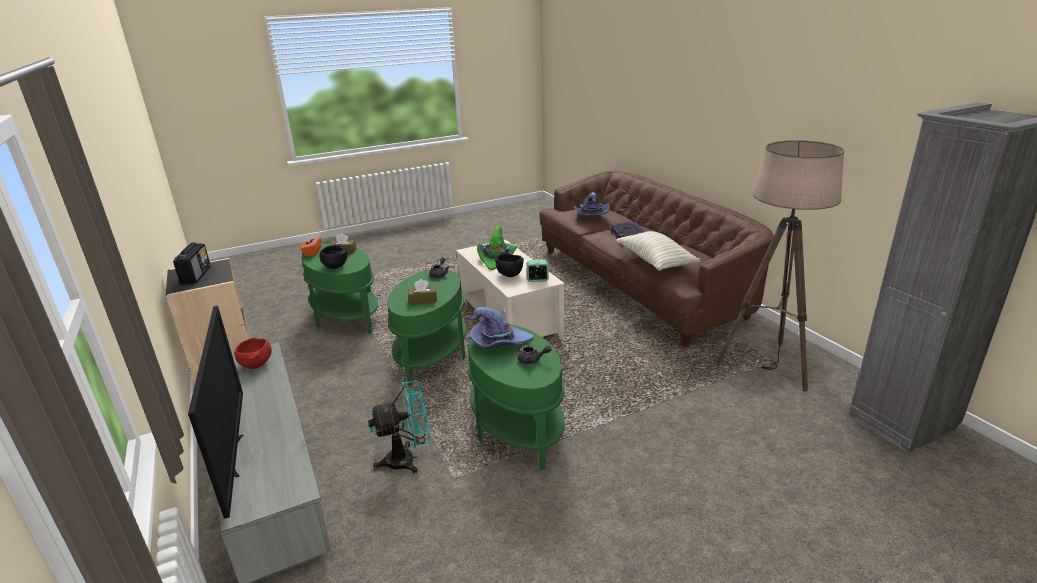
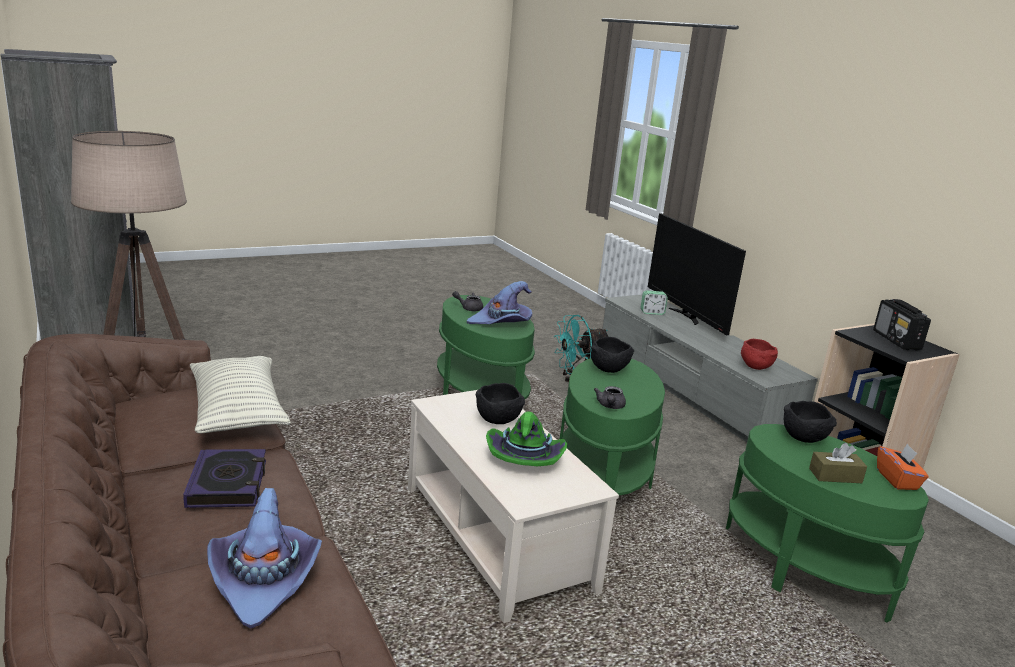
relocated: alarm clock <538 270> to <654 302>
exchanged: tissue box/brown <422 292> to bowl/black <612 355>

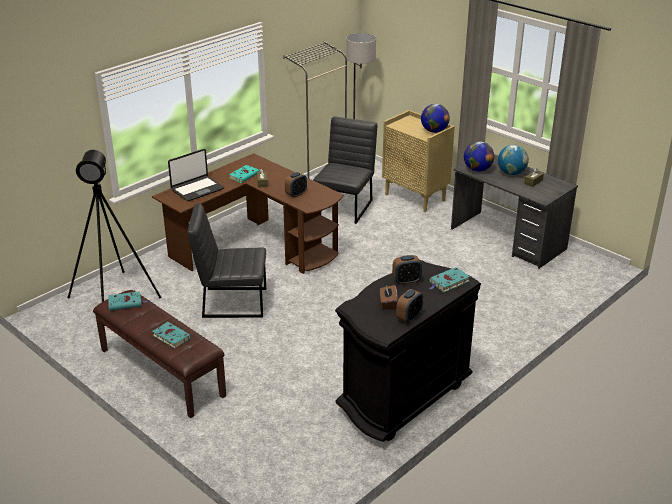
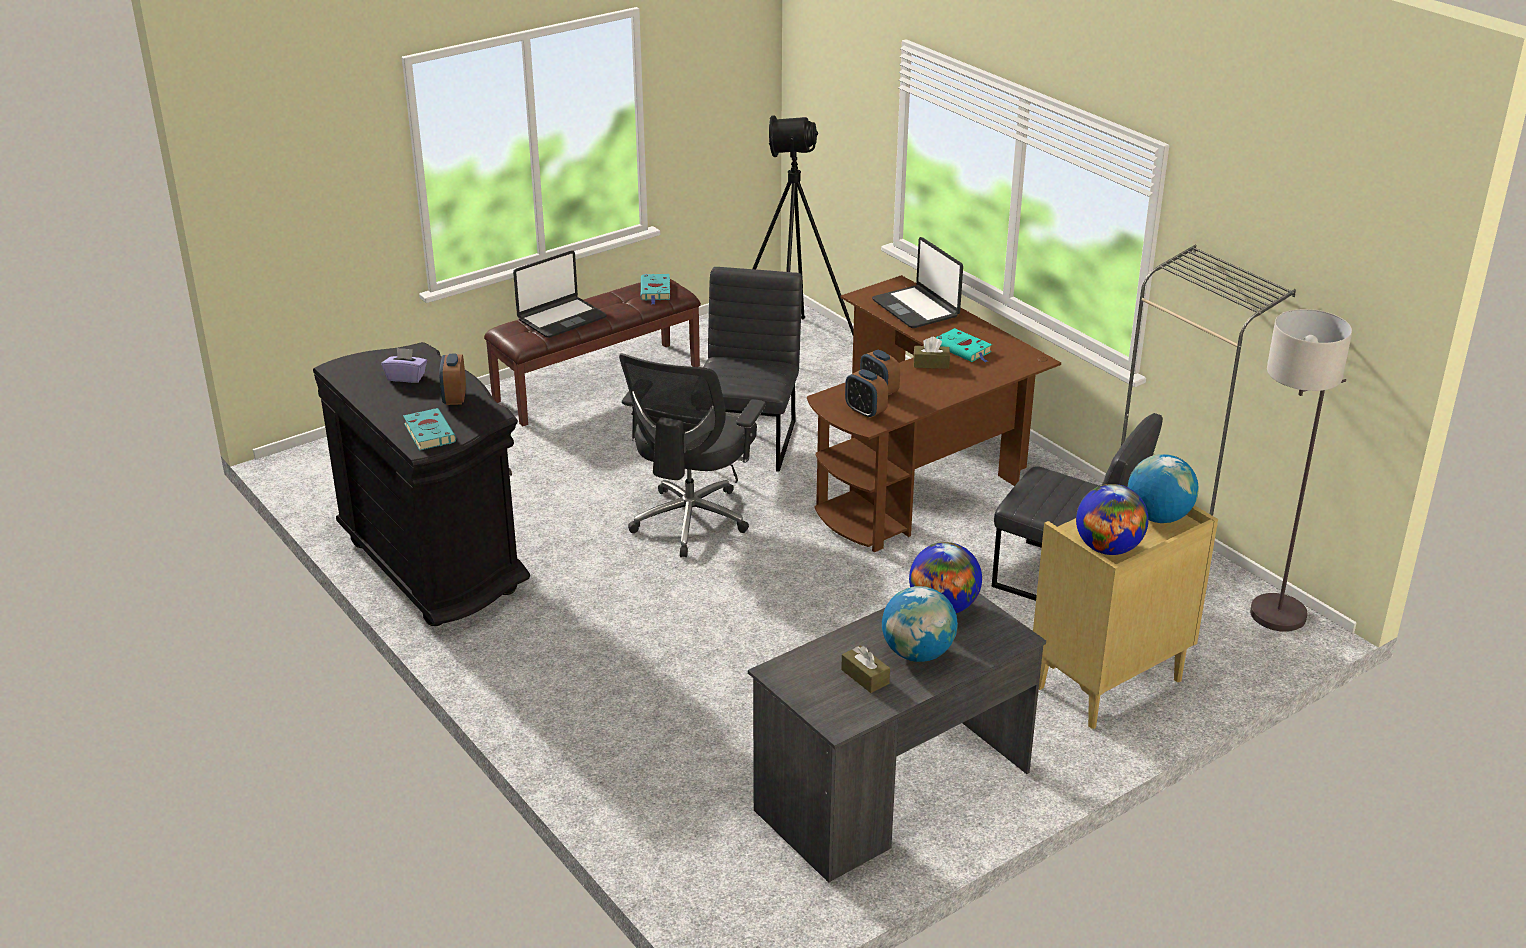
appeared: office chair <692 455>; globe <1163 488>
relocated: alarm clock <409 306> to <866 394>
exchanged: book/turquoise <171 335> to laptop <560 294>
colour: tissue box/brown <389 297> to tissue box/purple <404 365>

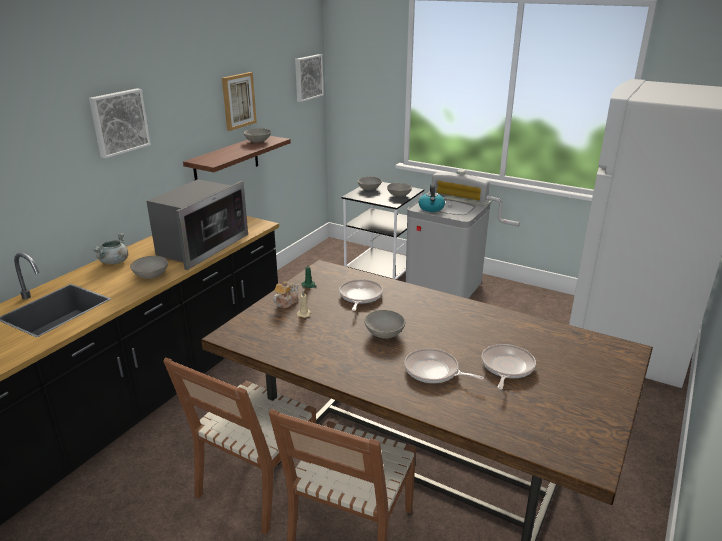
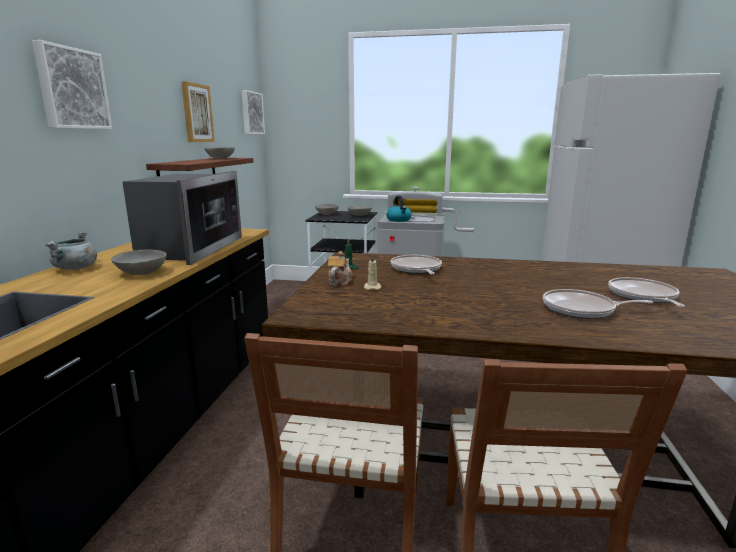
missing: bowl/grey <384 324>

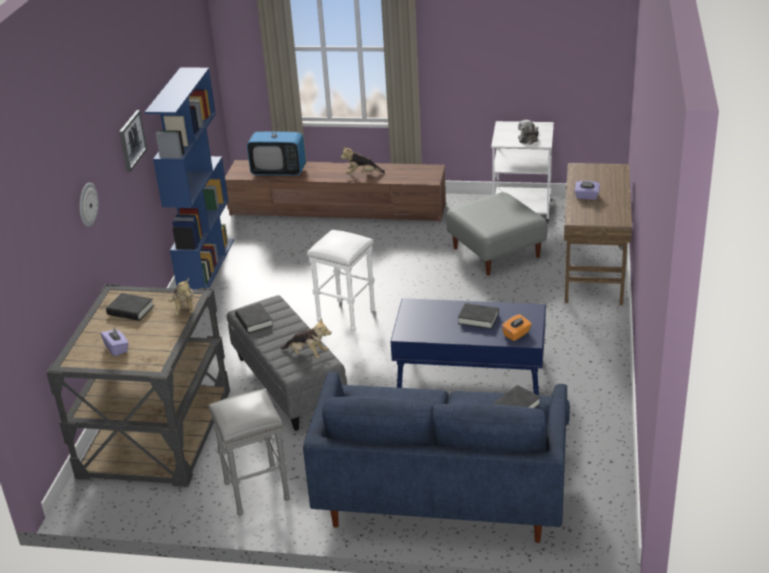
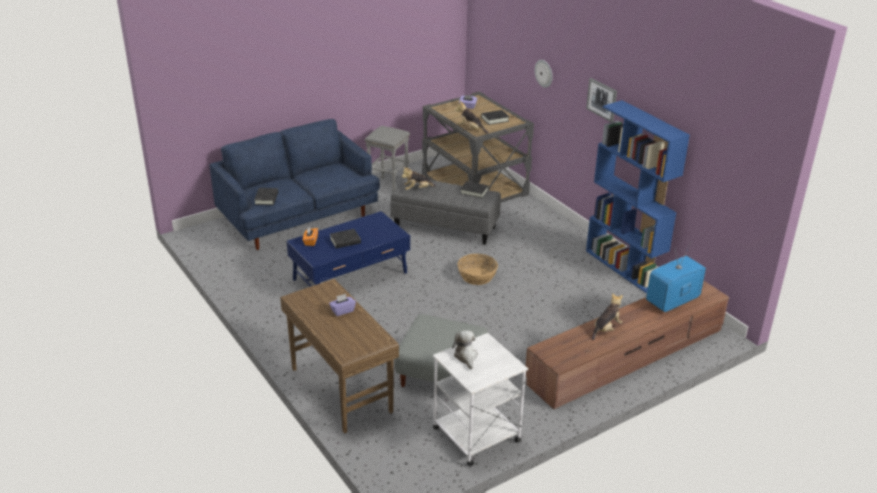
exchanged: stool/white <341 281> to basket <478 269>

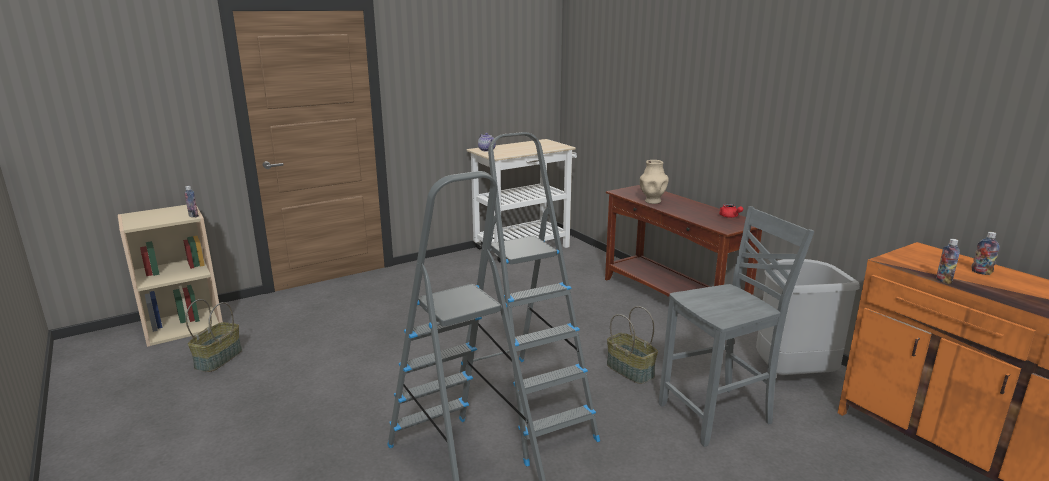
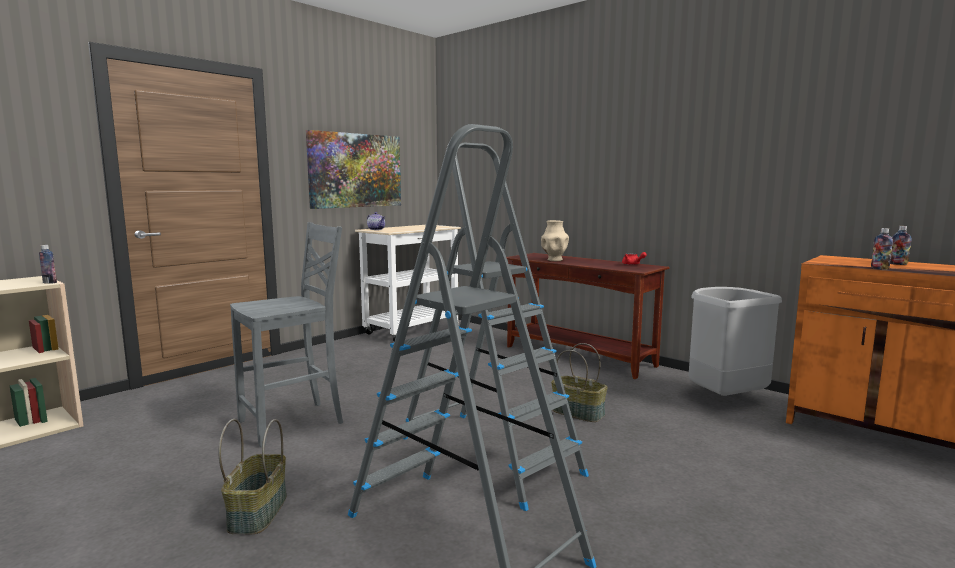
appeared: picture <353 169>
relocated: basket <213 335> to <253 476>; chair/grey <736 326> to <286 334>

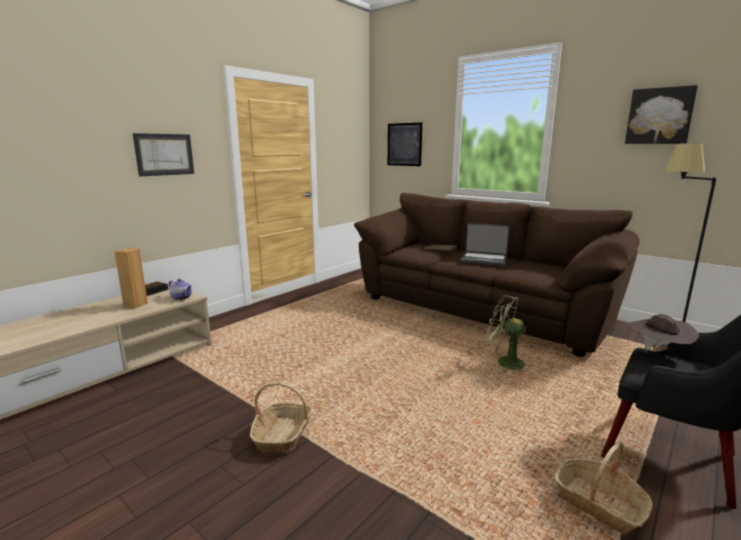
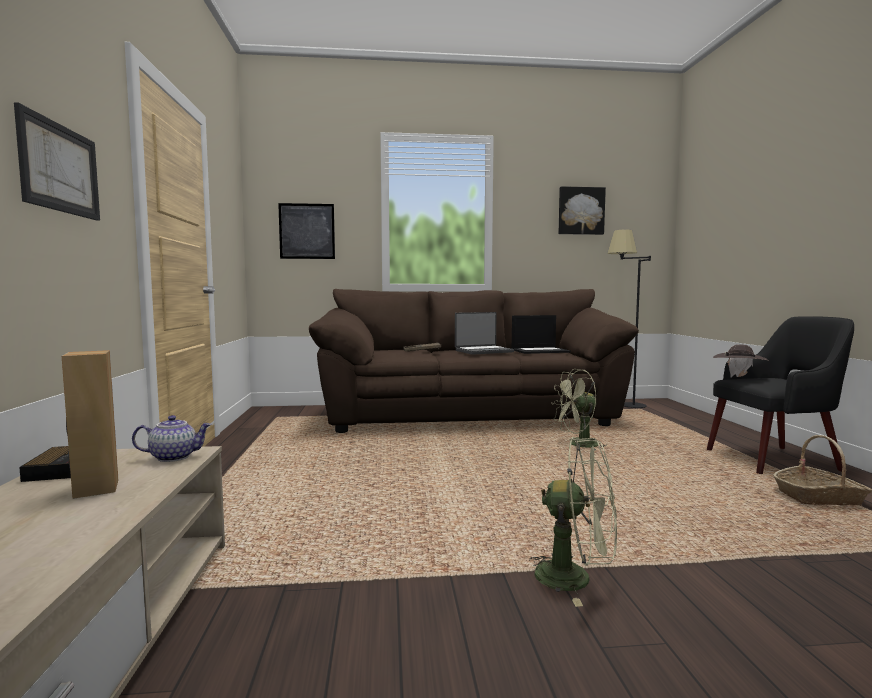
appeared: laptop <541 334>
exchanged: basket <281 418> to fan/green <573 522>

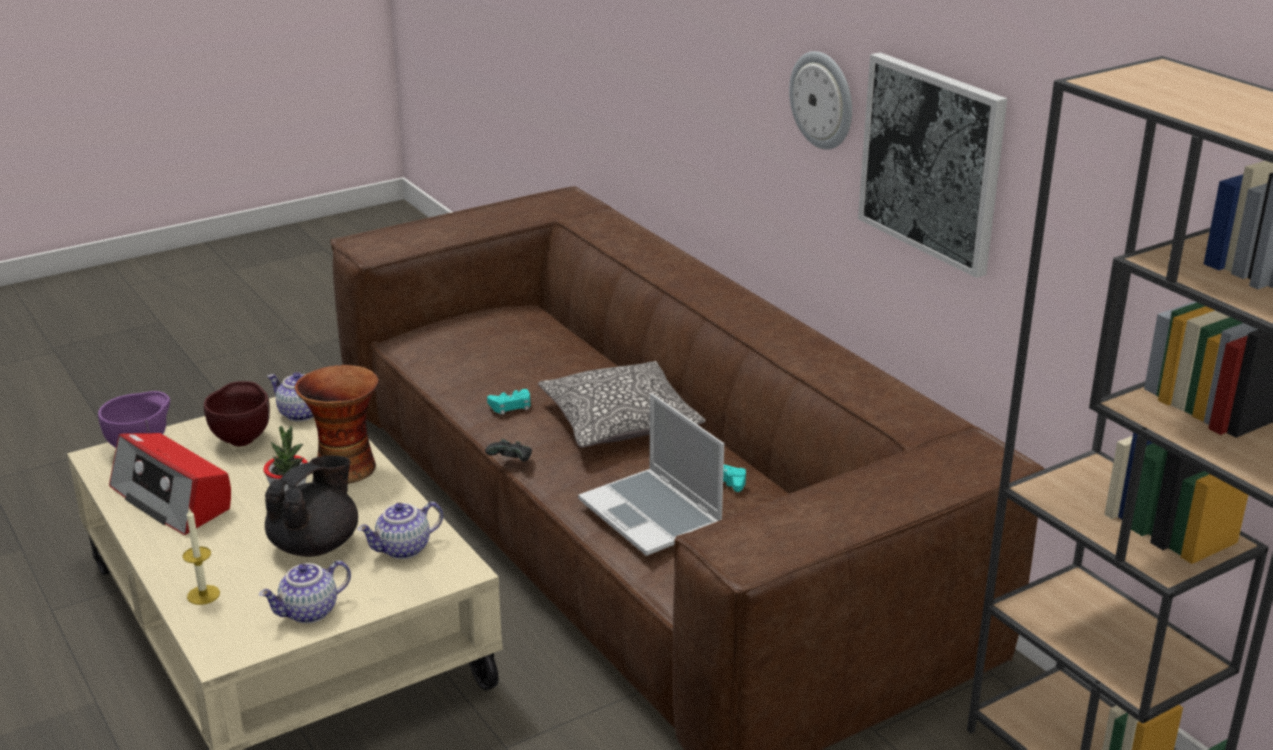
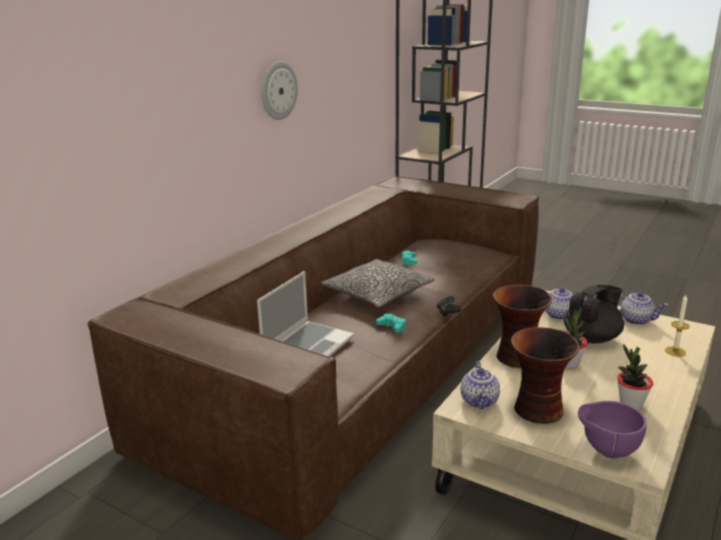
missing: picture <932 165>
relocated: laptop <651 474> to <305 313>
exchanged: radio <170 484> to potted plant <635 377>; bowl/brown <237 413> to vase <545 375>
spun: teapot/black <311 506> = <594 314> 135 degrees clockwise

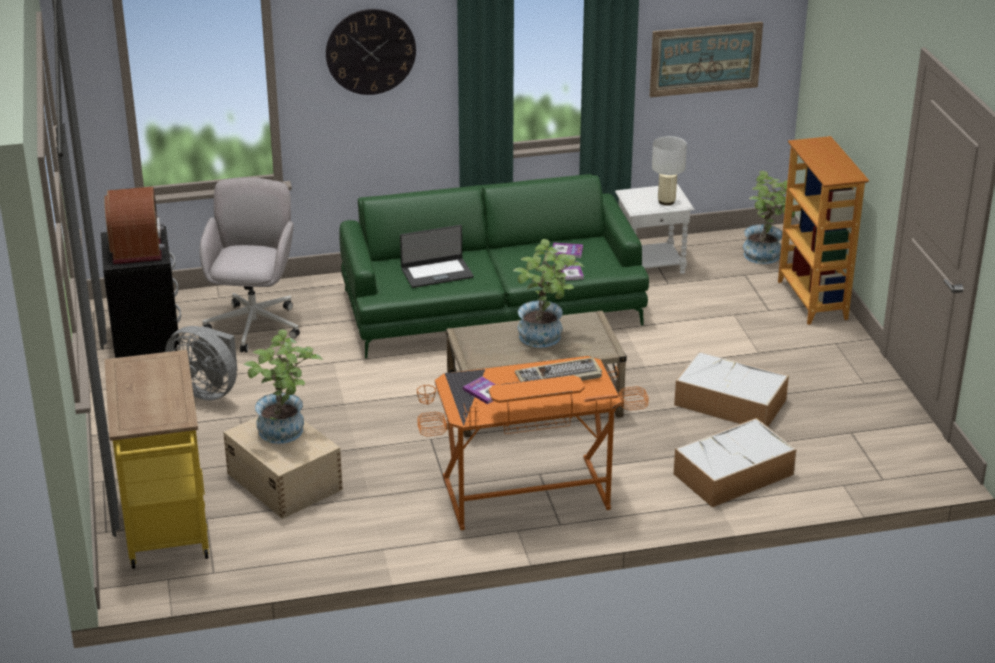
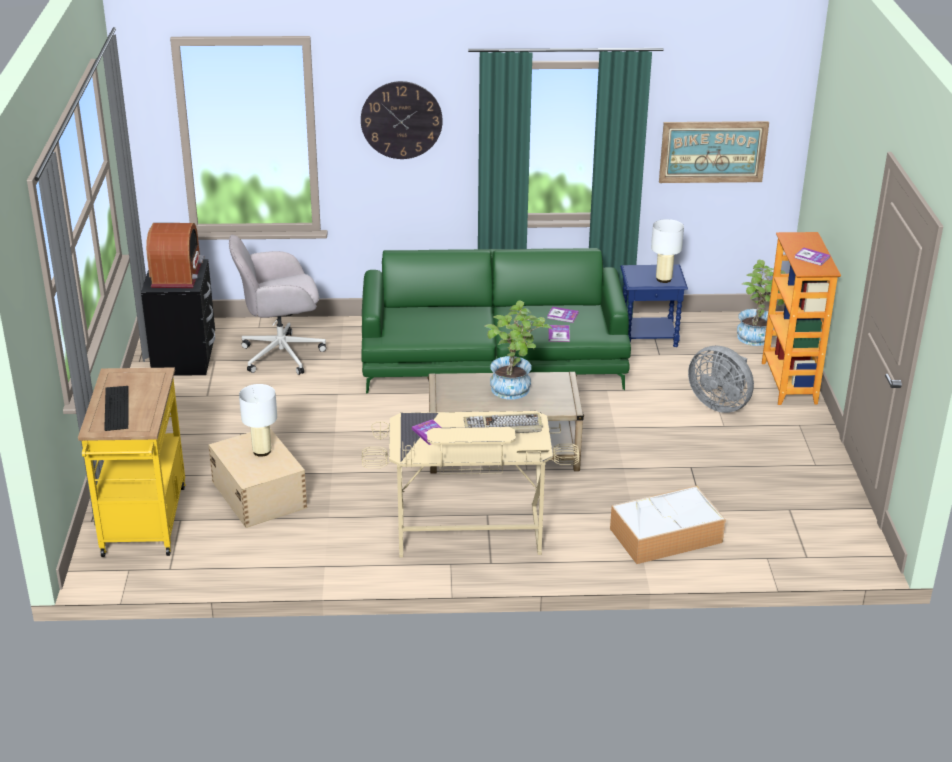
missing: laptop <437 256>; storage box <731 389>
appeared: keyboard <116 408>; book <812 256>
relocated: fan/grey <201 363> to <721 379>
exchanged: potted plant <283 386> to table lamp/white <258 420>
colour: desk/orange <533 443> to desk/beige <470 484>; side table/white <655 229> to side table/blue <654 306>
spun: office chair/grey <250 264> = <277 305> 120 degrees counterclockwise

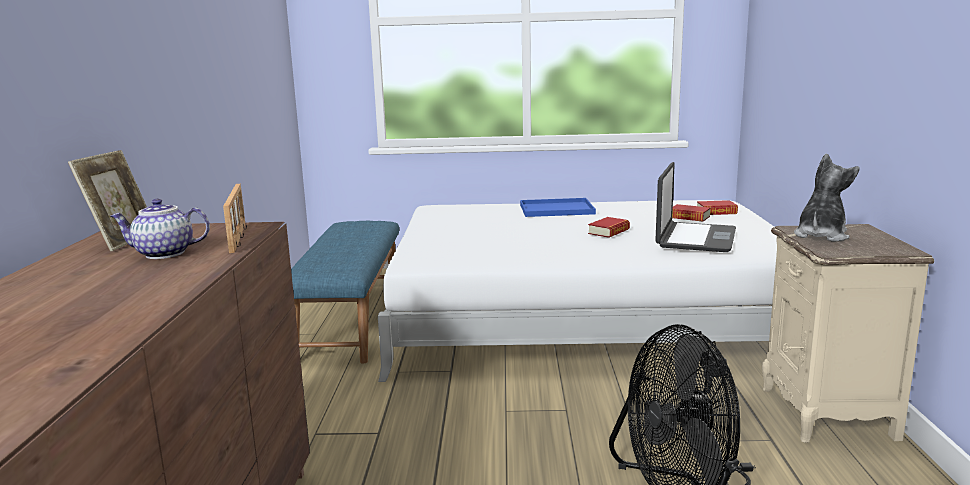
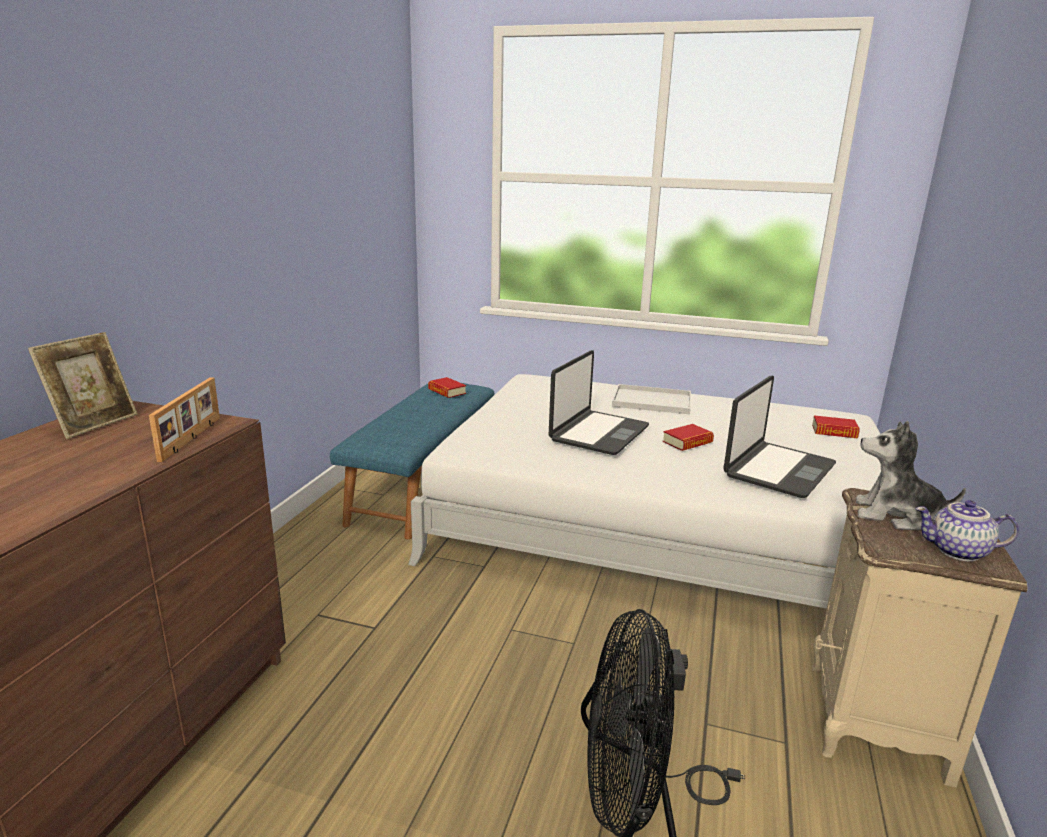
appeared: laptop <599 402>
relocated: teapot <160 229> to <967 530>; book <691 213> to <447 387>
colour: tray/blue <558 207> to tray/white <651 399>
spun: plush toy <827 198> = <911 476> 120 degrees counterclockwise

